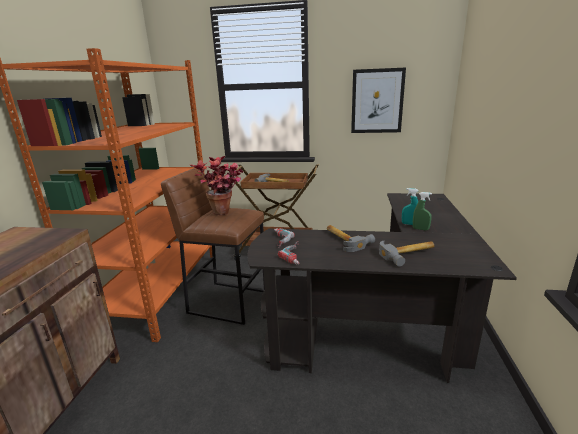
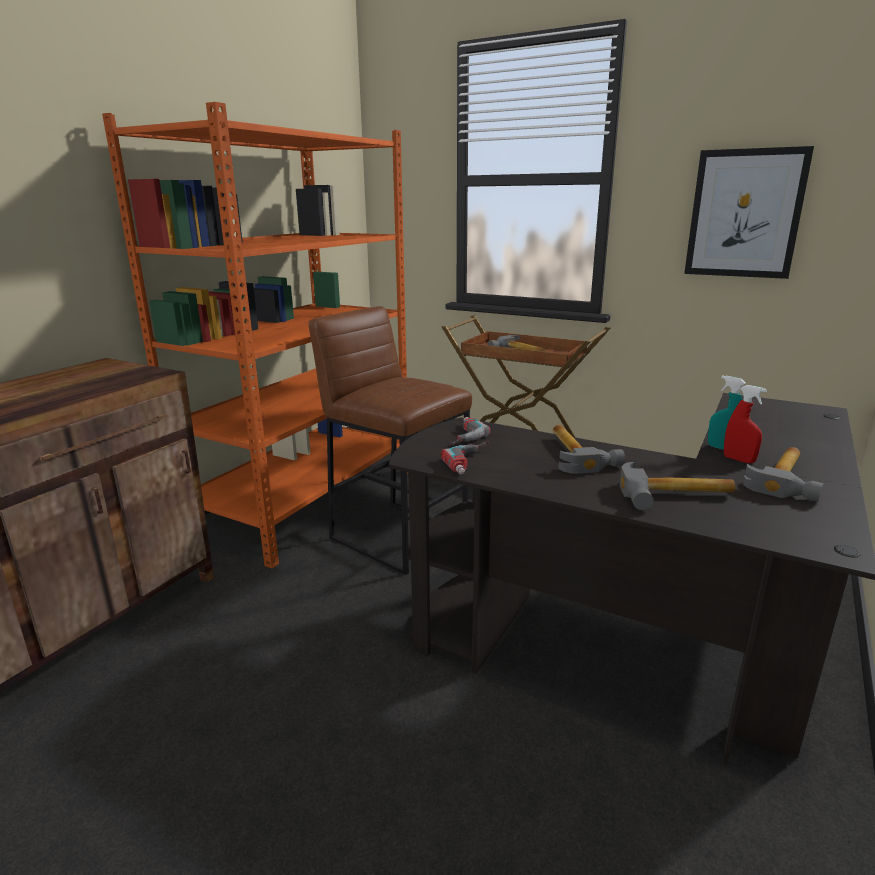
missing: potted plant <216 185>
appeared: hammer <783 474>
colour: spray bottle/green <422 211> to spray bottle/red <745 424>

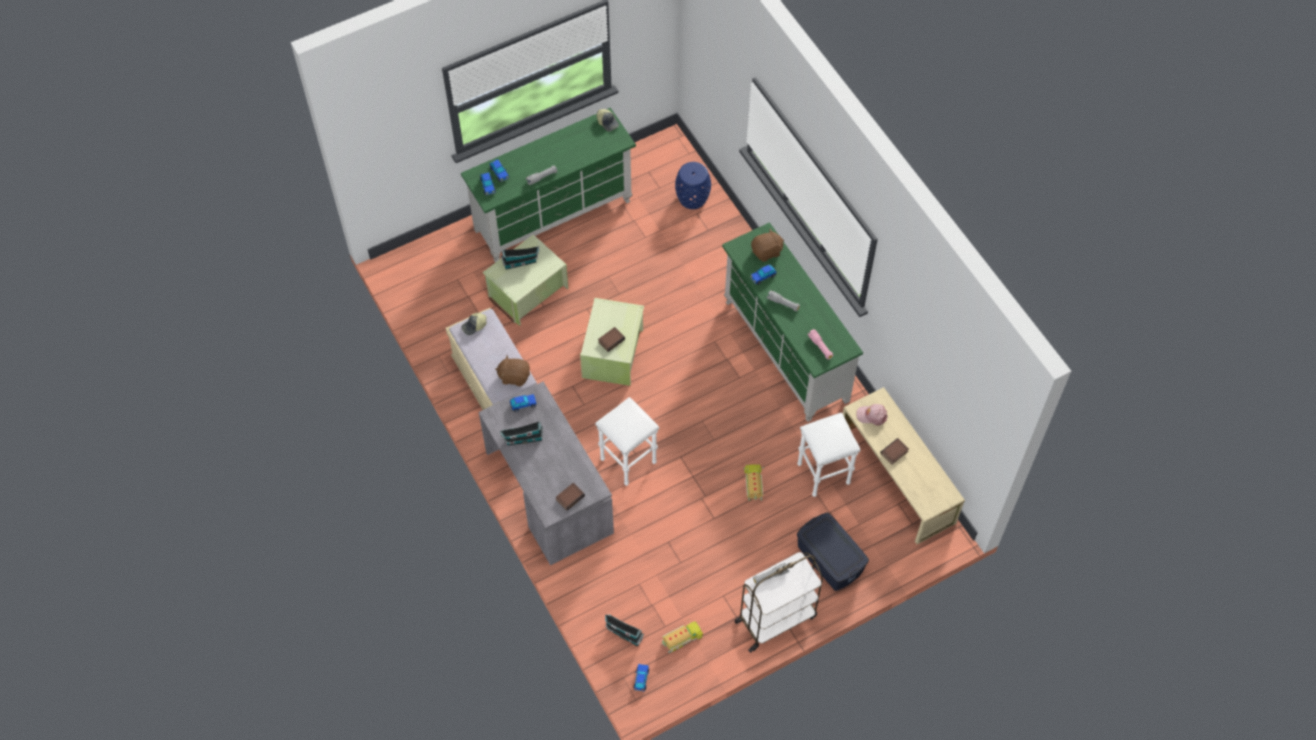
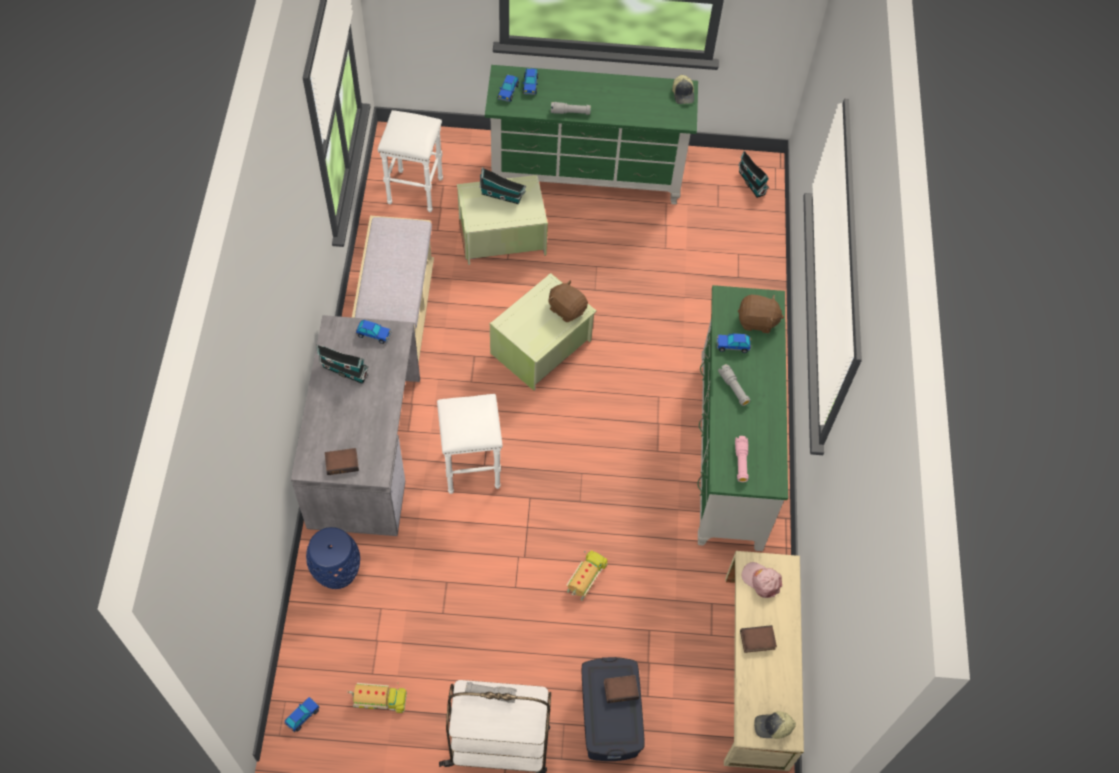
relocated: cap <473 324> to <775 725>; plush toy/brown <512 370> to <568 301>; book <611 339> to <621 689>; toy house <624 630> to <753 174>; stool/blue <693 185> to <333 558>; stool/white <829 455> to <410 161>

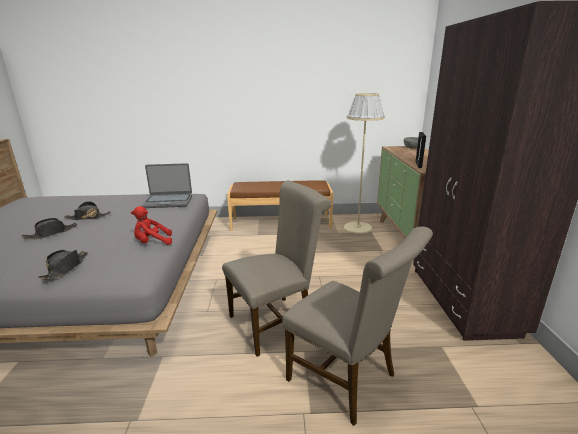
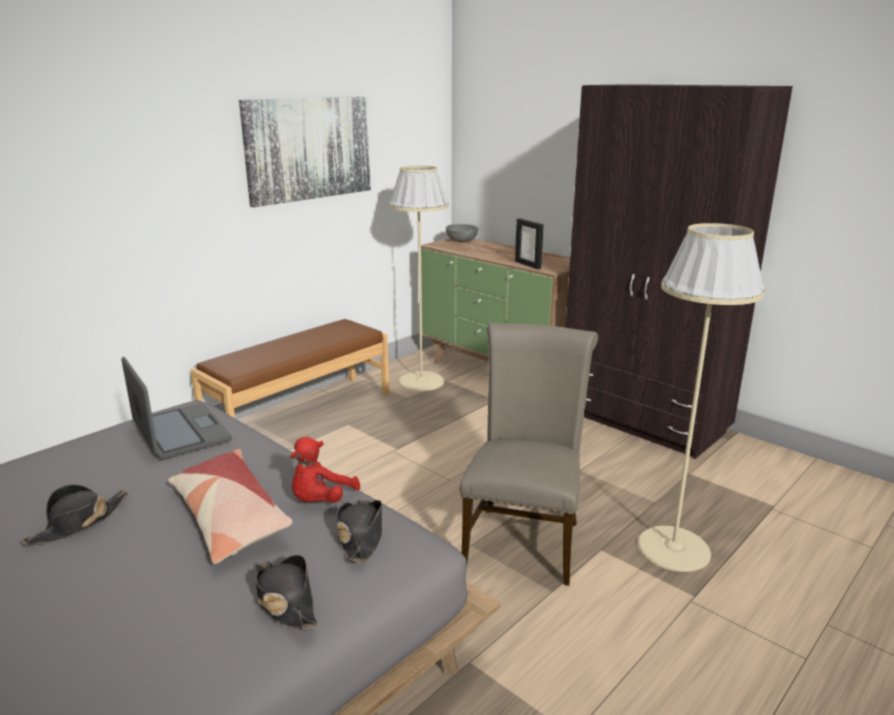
appeared: pillow <230 506>; picture <305 152>
relocated: hat/black <49 228> to <359 530>
exchanged: chair/beige <357 326> to floor lamp/beige <701 397>
spun: laptop <167 185> = <177 408> 75 degrees counterclockwise

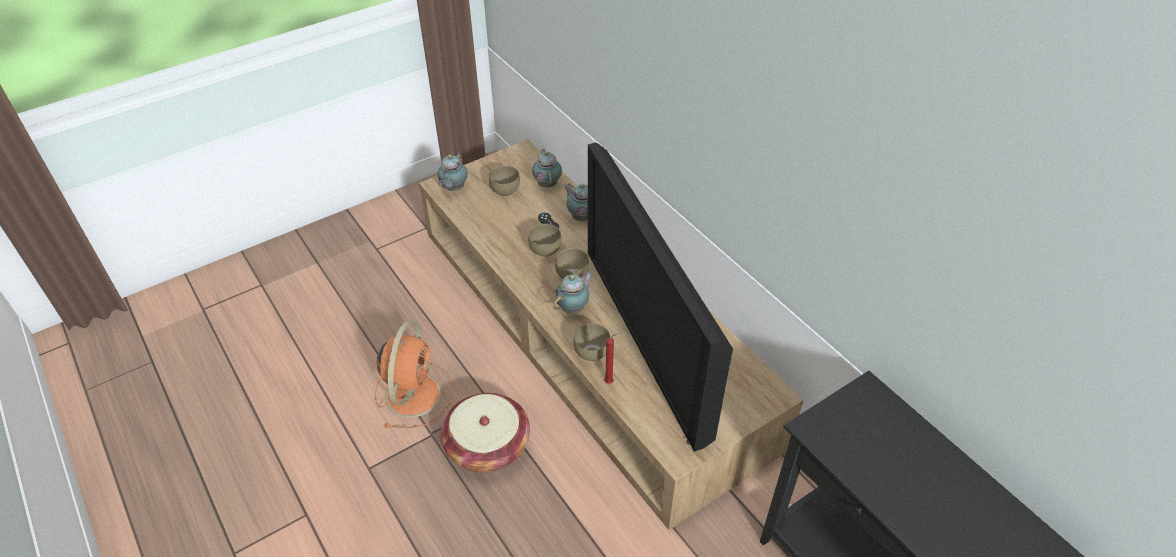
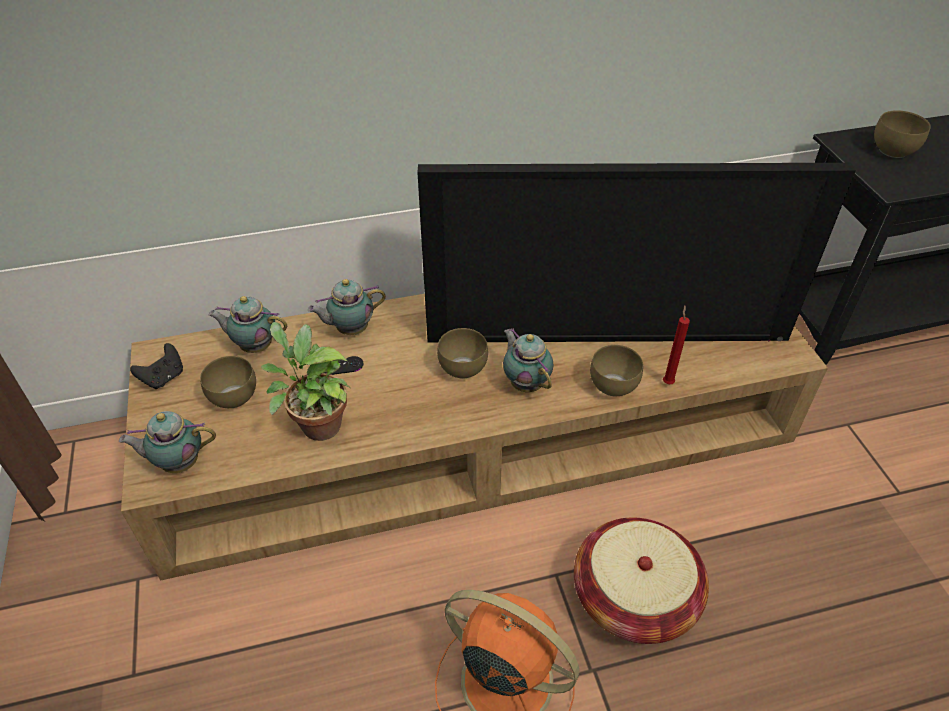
appeared: game controller/black <156 366>; potted plant <306 381>
relocated: bowl/brown <545 240> to <902 134>
spun: teapot <453 171> = <167 442> 135 degrees clockwise

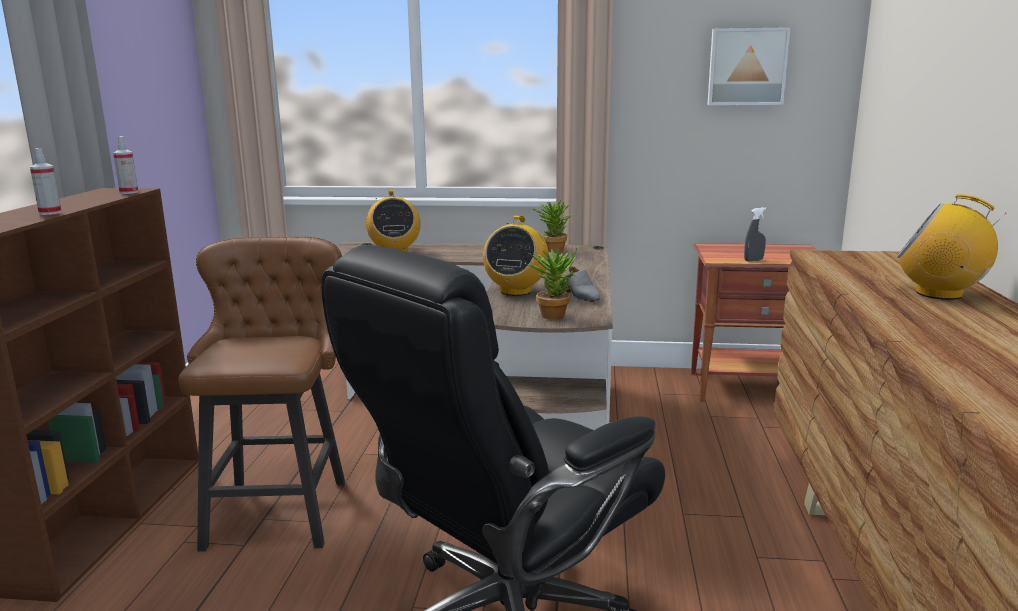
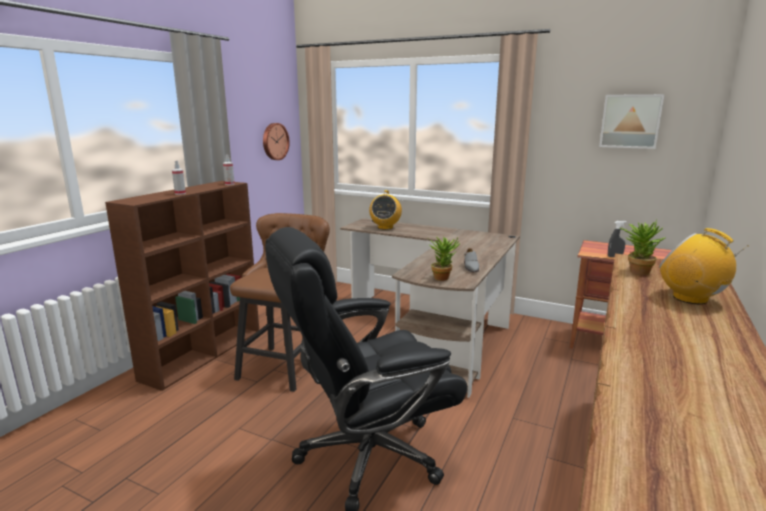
missing: radio <516 255>
appeared: wall clock <276 141>
relocated: potted plant <552 225> to <643 247>

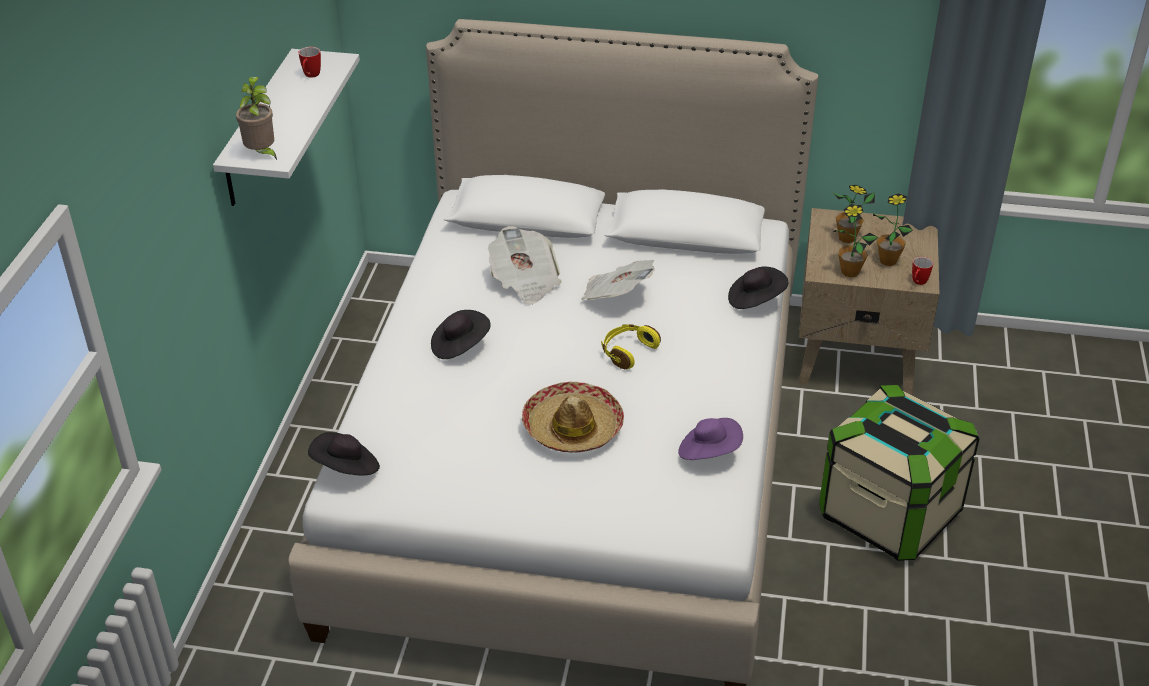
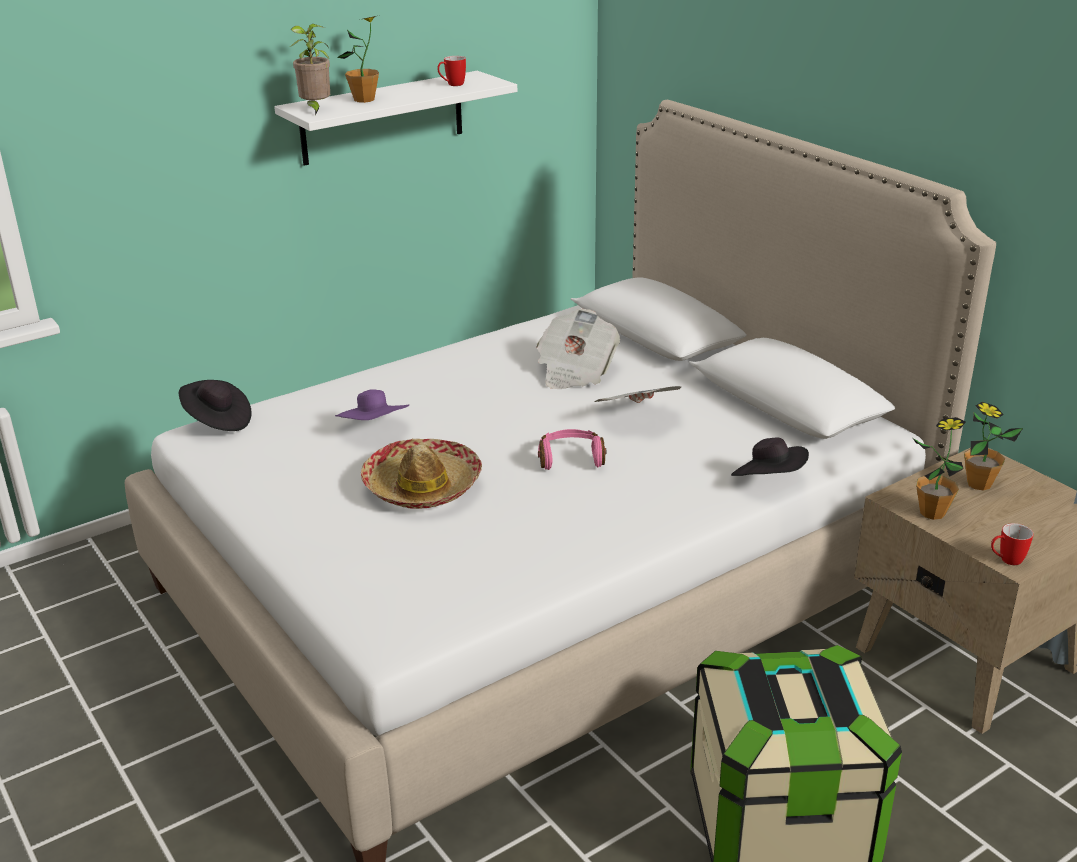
missing: hat/black <461 334>
relocated: hat/purple <710 439> to <372 404>; potted plant <893 229> to <358 59>
colour: headphones/yellow <631 346> to headphones/pink <572 449>

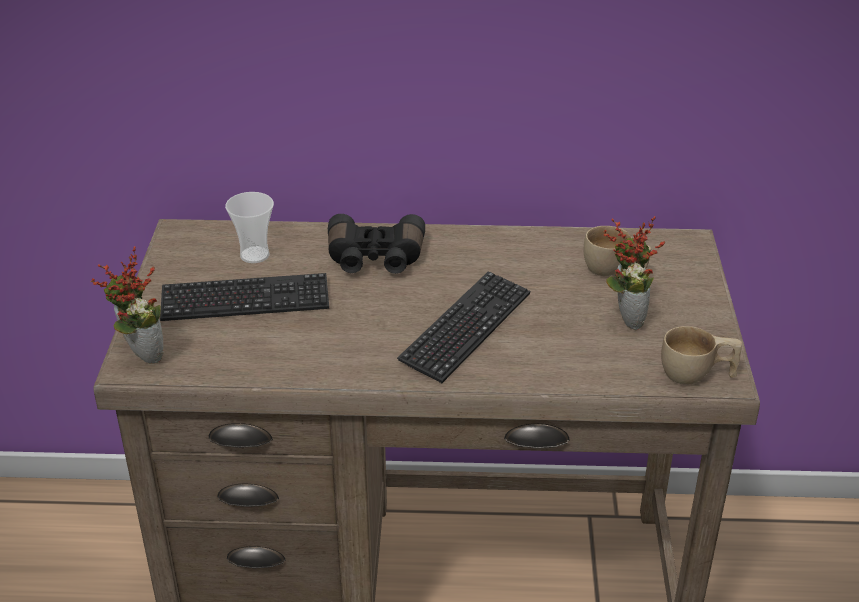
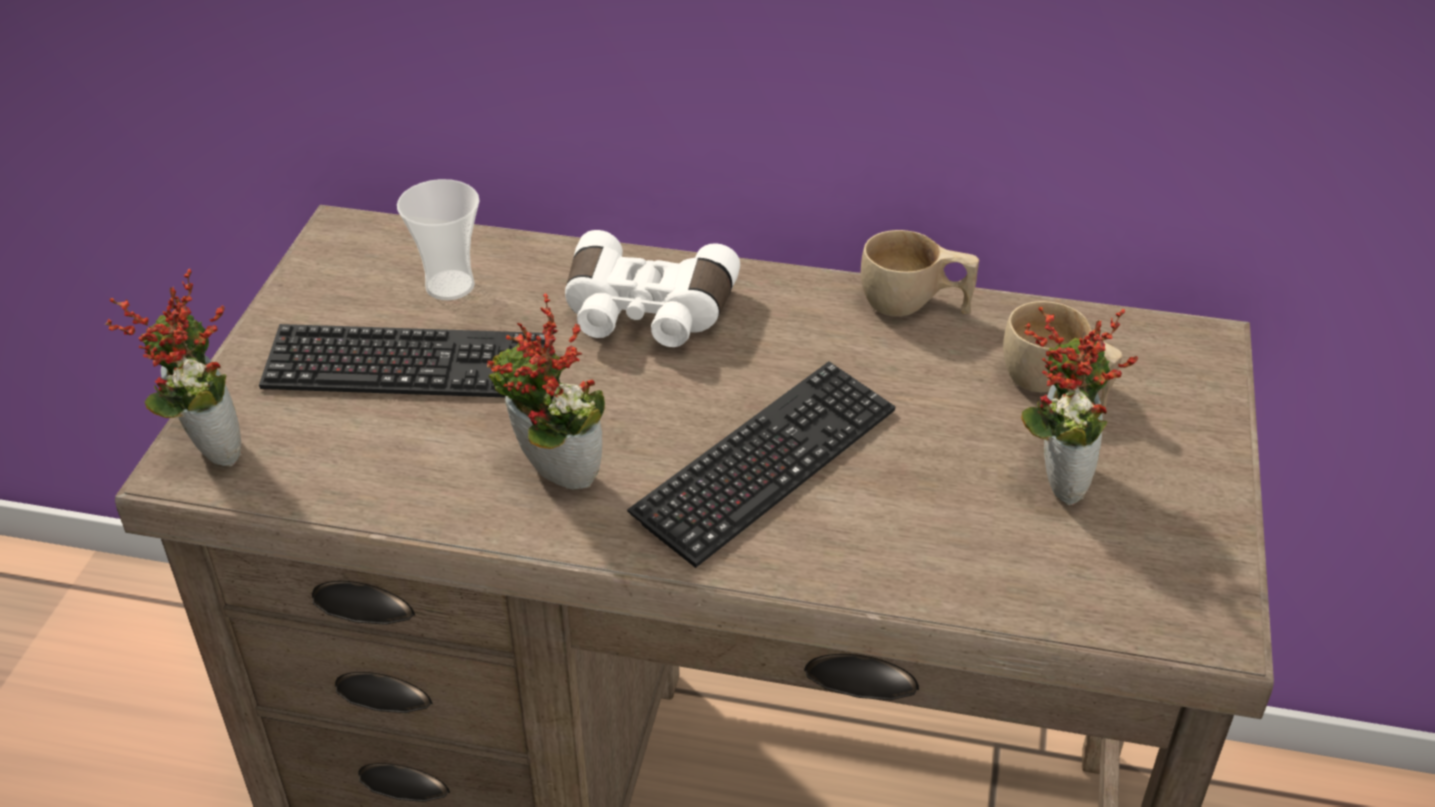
appeared: potted plant <546 391>
relocated: cup/beige <701 355> to <920 273>
colour: binoculars/black <376 244> to binoculars/white <652 288>

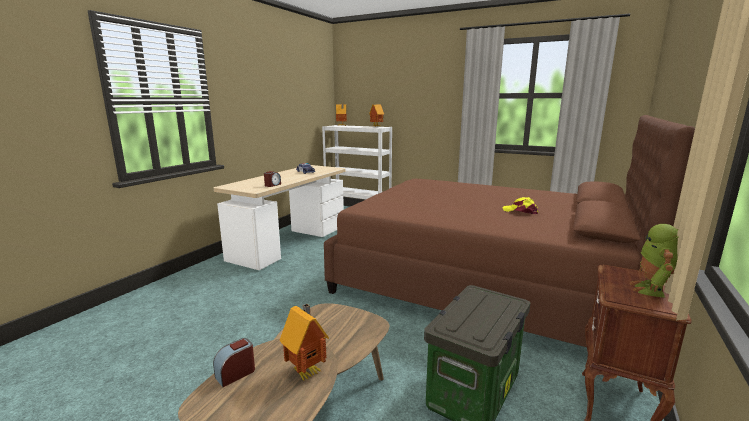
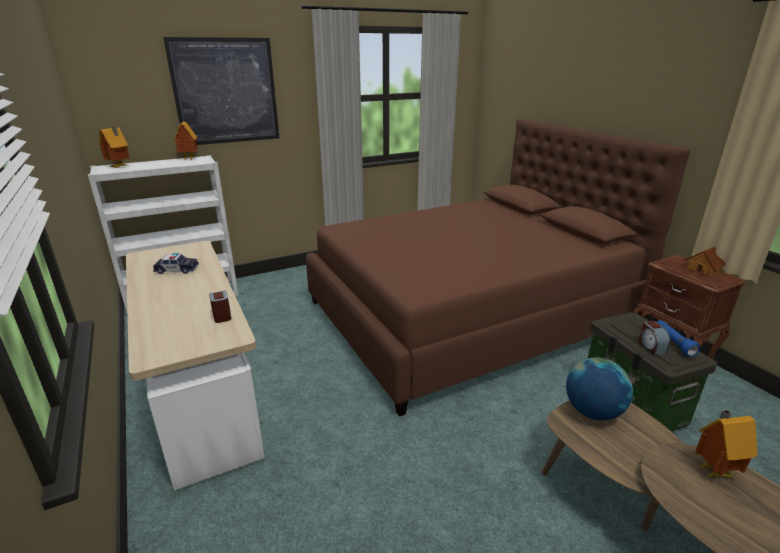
missing: cap/yellow <520 205>
appeared: picture <221 91>; globe <599 388>; flashlight/blue <679 338>
relocated: alarm clock <234 362> to <654 338>
exchanged: toy robot <654 261> to toy house <705 261>

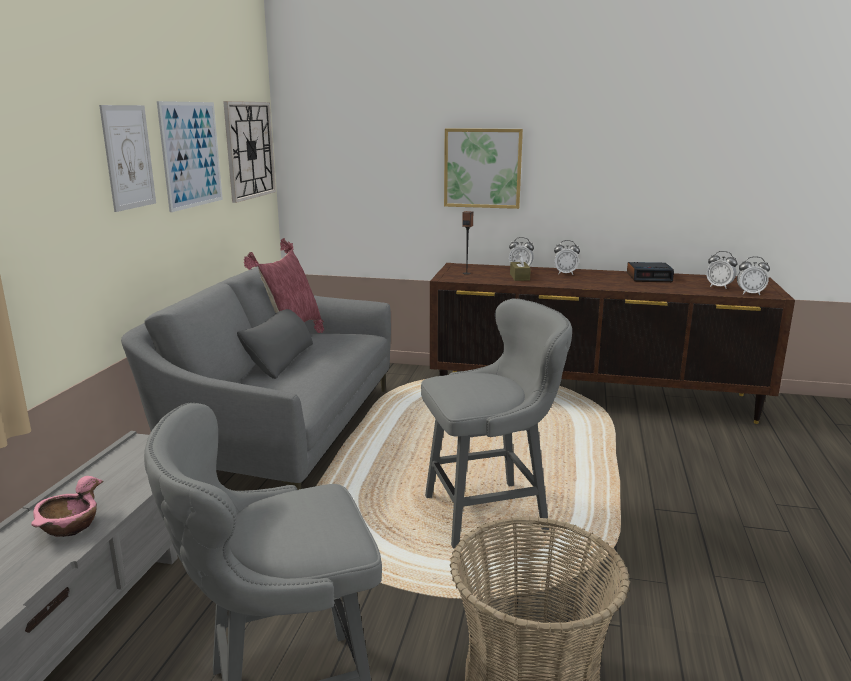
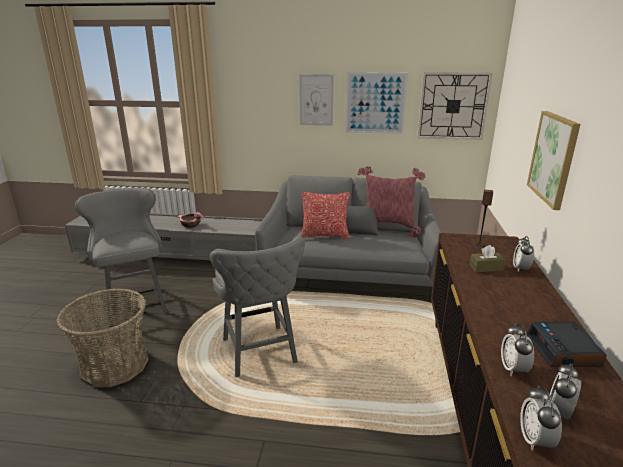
appeared: pillow <325 215>
relocated: alarm clock <567 257> to <517 350>

